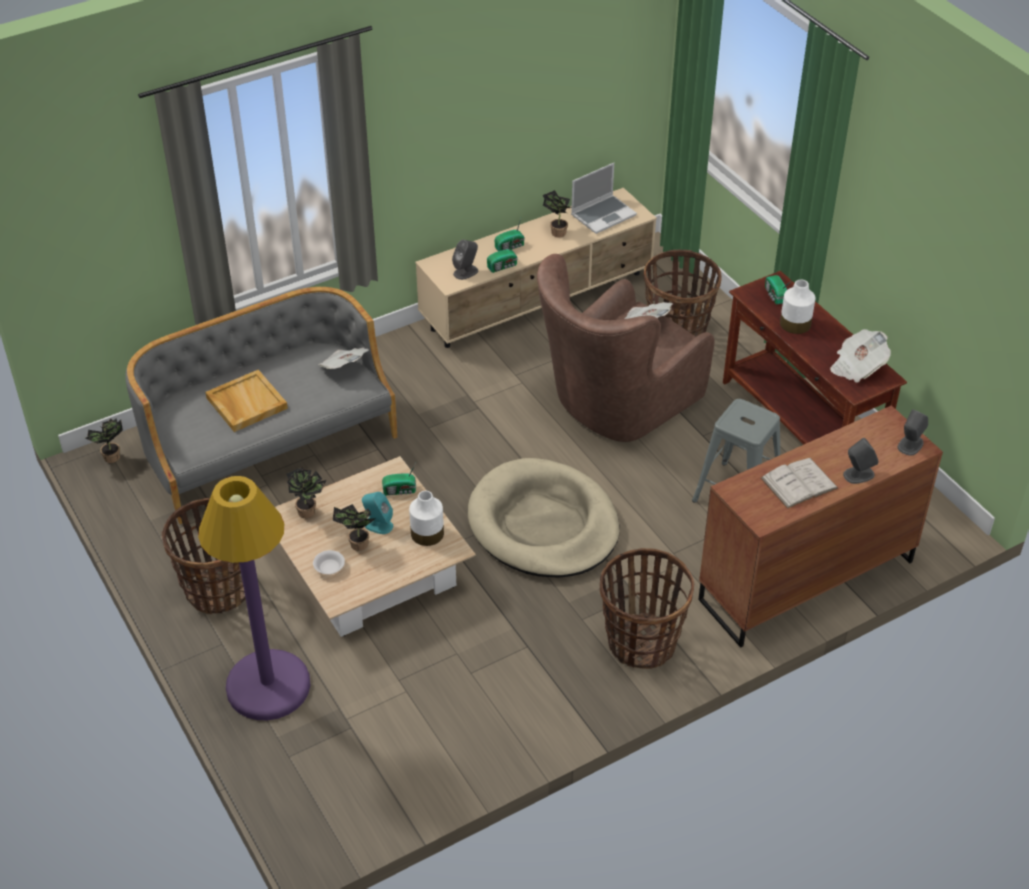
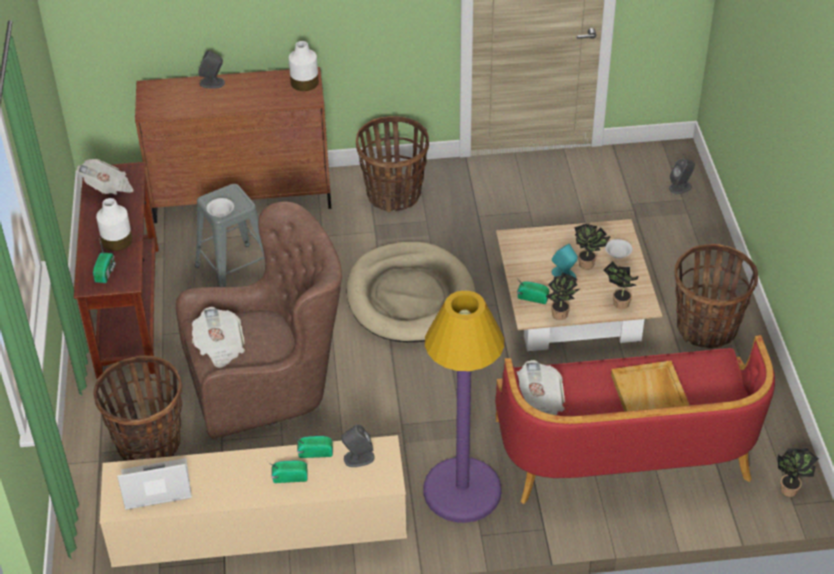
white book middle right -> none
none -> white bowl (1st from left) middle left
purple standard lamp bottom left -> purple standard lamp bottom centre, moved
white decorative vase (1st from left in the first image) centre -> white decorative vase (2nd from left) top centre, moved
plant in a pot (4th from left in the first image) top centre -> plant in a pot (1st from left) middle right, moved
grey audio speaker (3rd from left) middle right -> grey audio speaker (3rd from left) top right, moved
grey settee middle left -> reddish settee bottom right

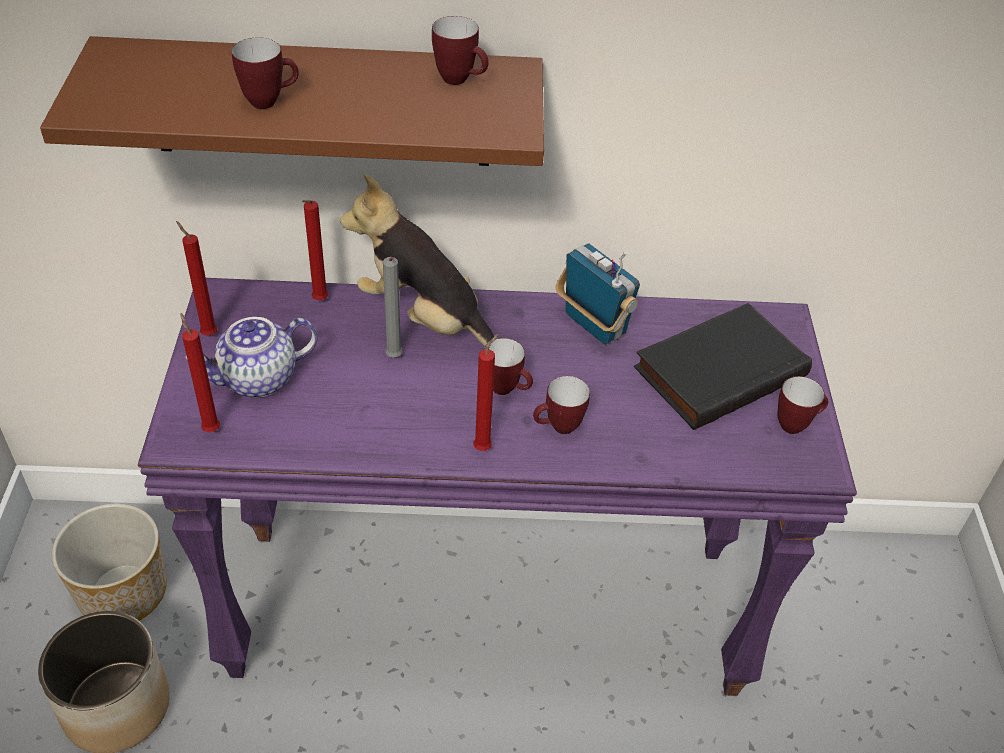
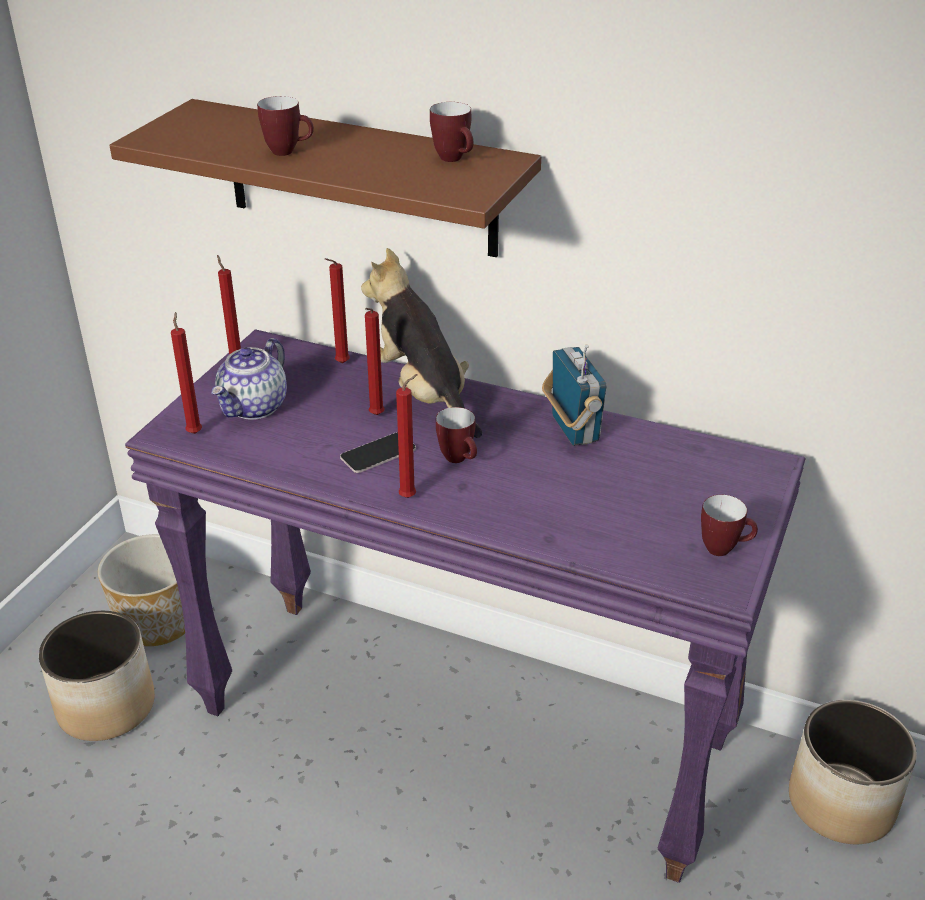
mug (4th from left) centre -> none
blackish book middle right -> none
none -> handset centre
none -> plant pot (3rd from left) bottom right
grey wax light centre -> reddish wax light (4th from left) centre
tea pot middle left, 60 degrees counterclockwise

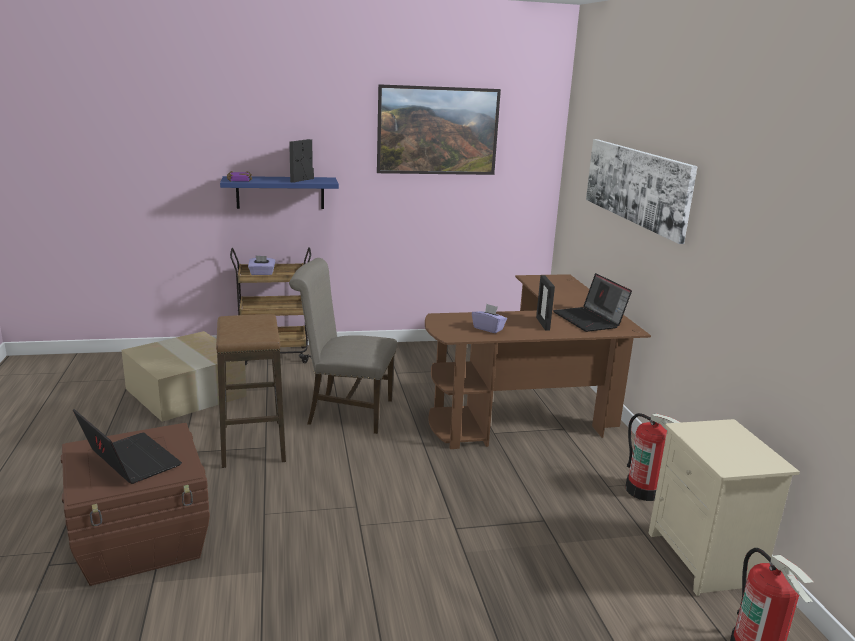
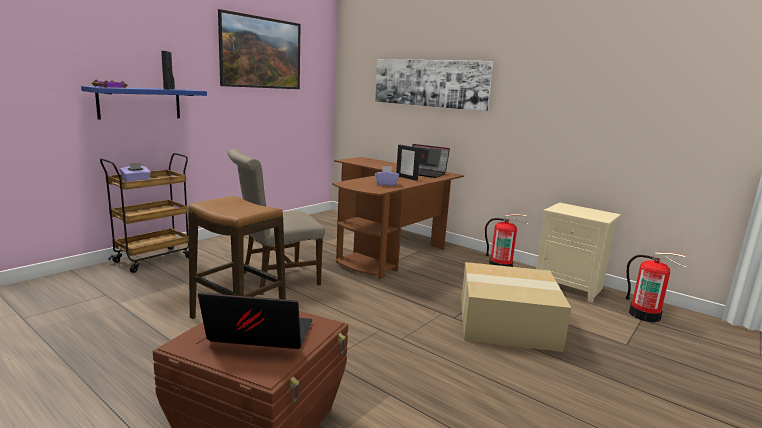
carton middle left -> carton bottom right, moved

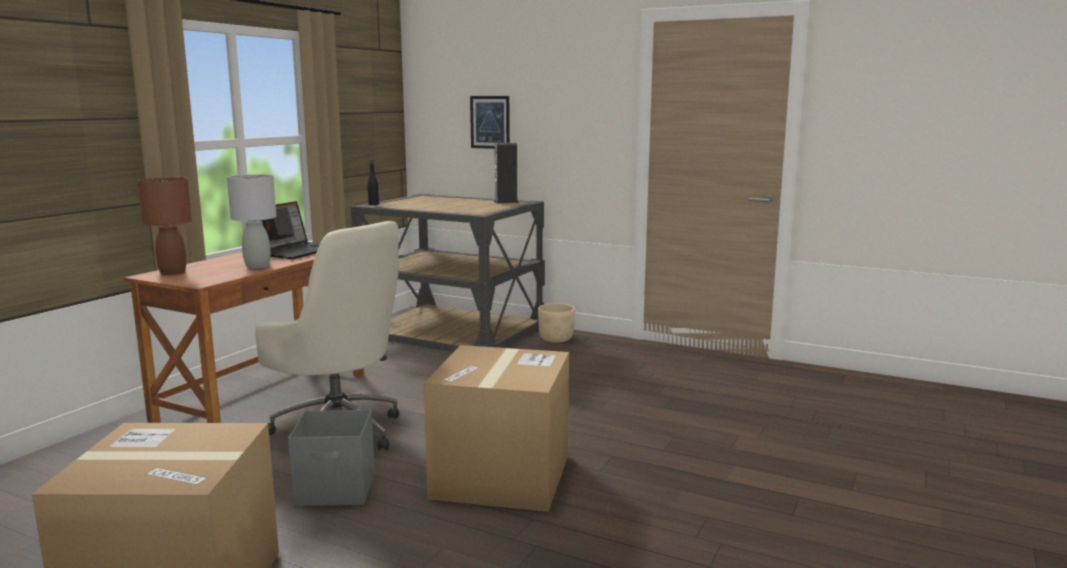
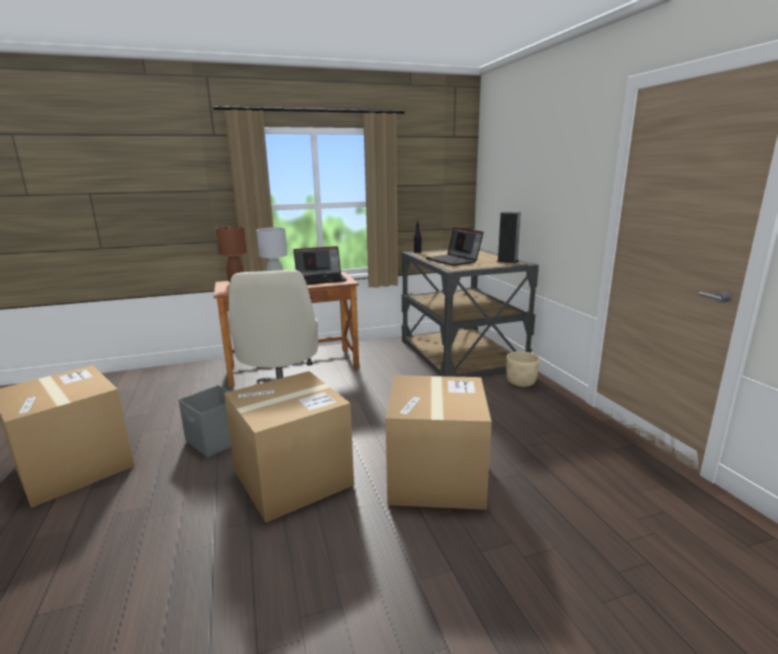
wall picture top centre -> none
none -> carton (3rd from left) bottom centre
none -> notebook computer (2nd from left) centre

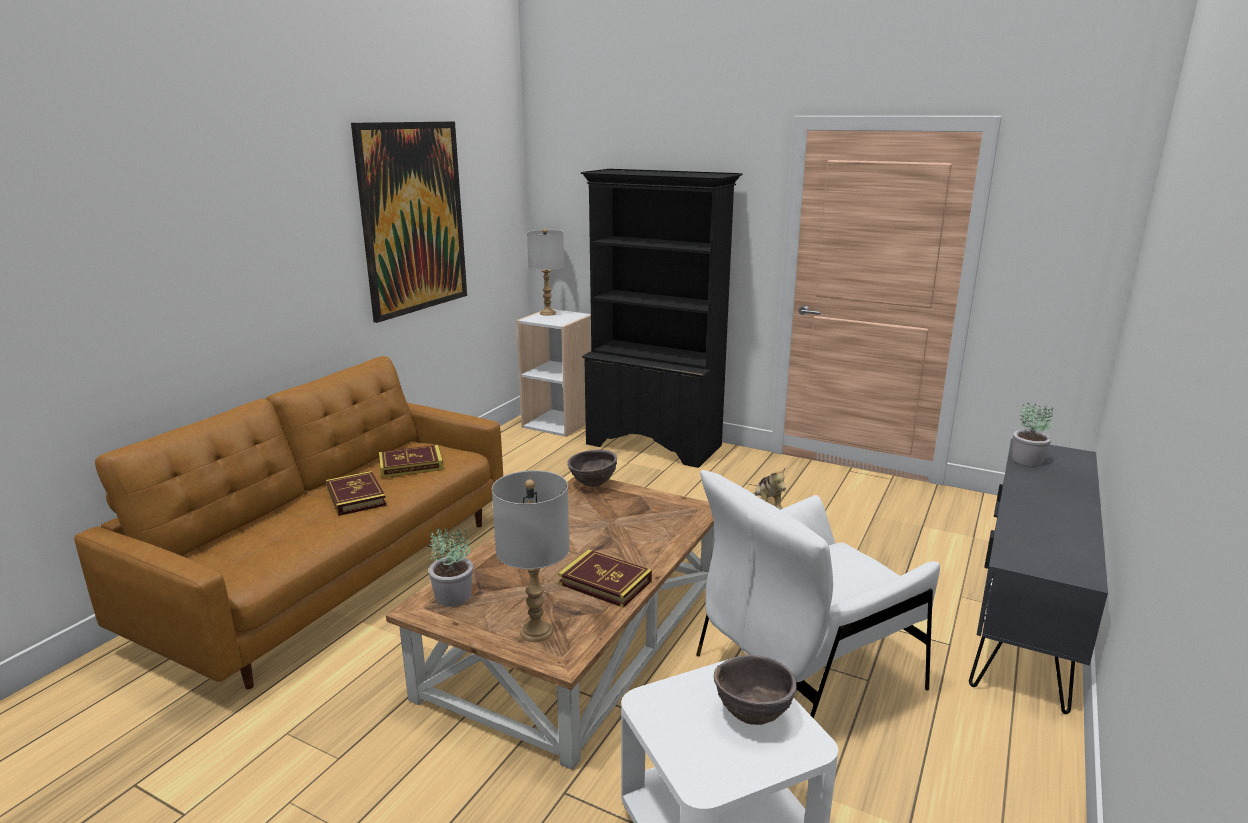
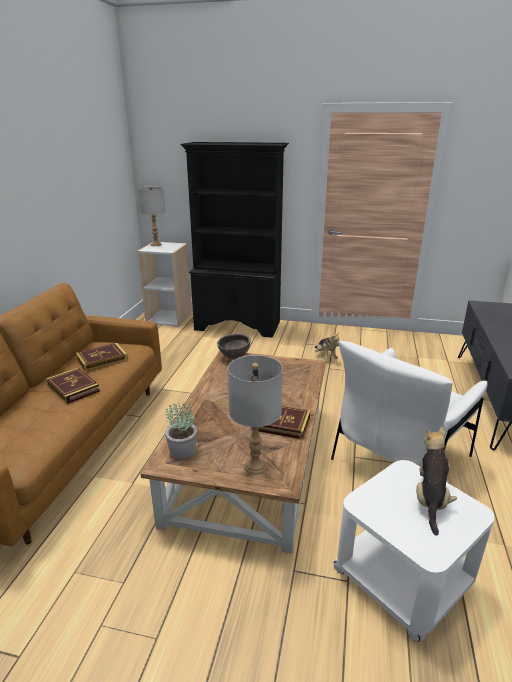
wall picture top left -> none
plant in a pot (2nd from left) middle right -> none
brown bowl (2nd from left) bottom centre -> soft toy (2nd from left) bottom right

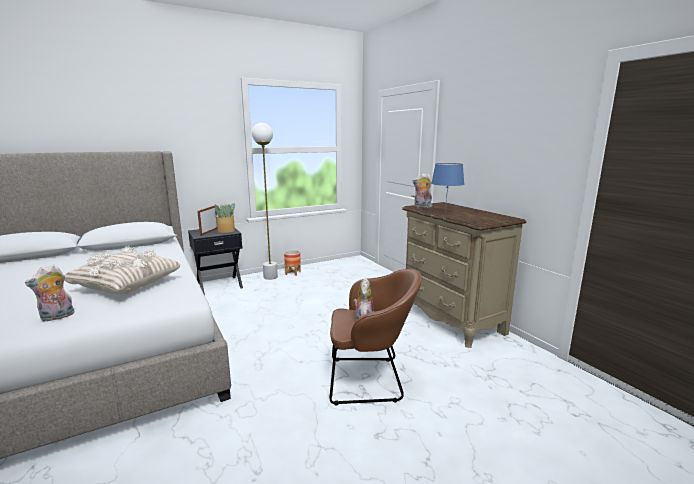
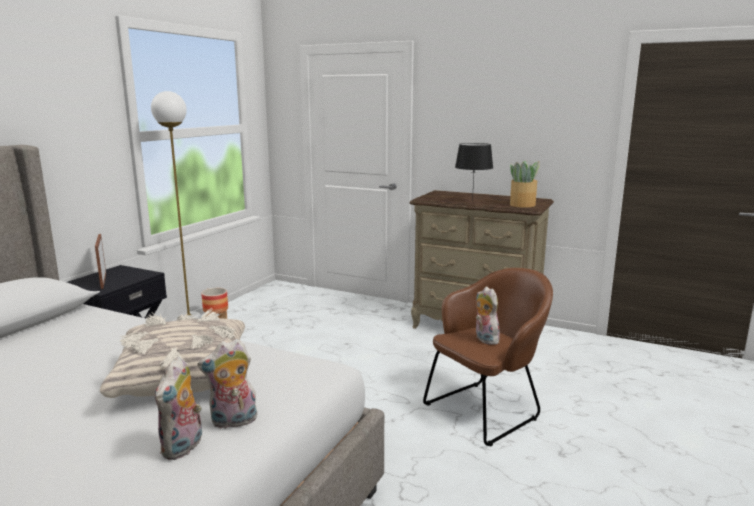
plant in a pot middle left -> plant in a pot middle right, moved
soft toy (3rd from left in the first image) centre -> soft toy (2nd from left) bottom left, moved
blue tabletop lamp centre -> blackish tabletop lamp centre

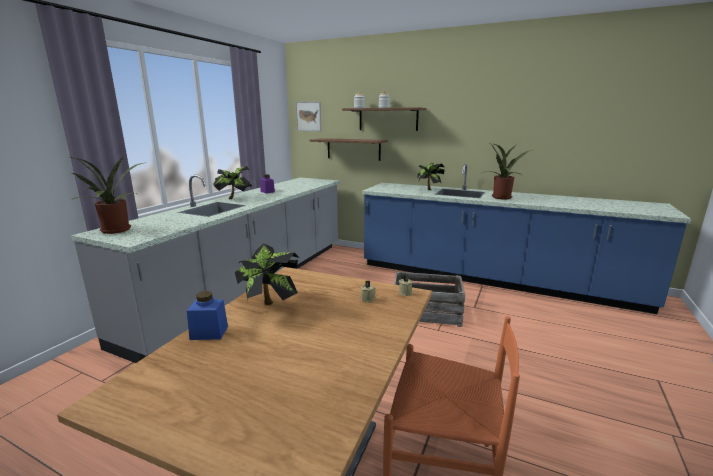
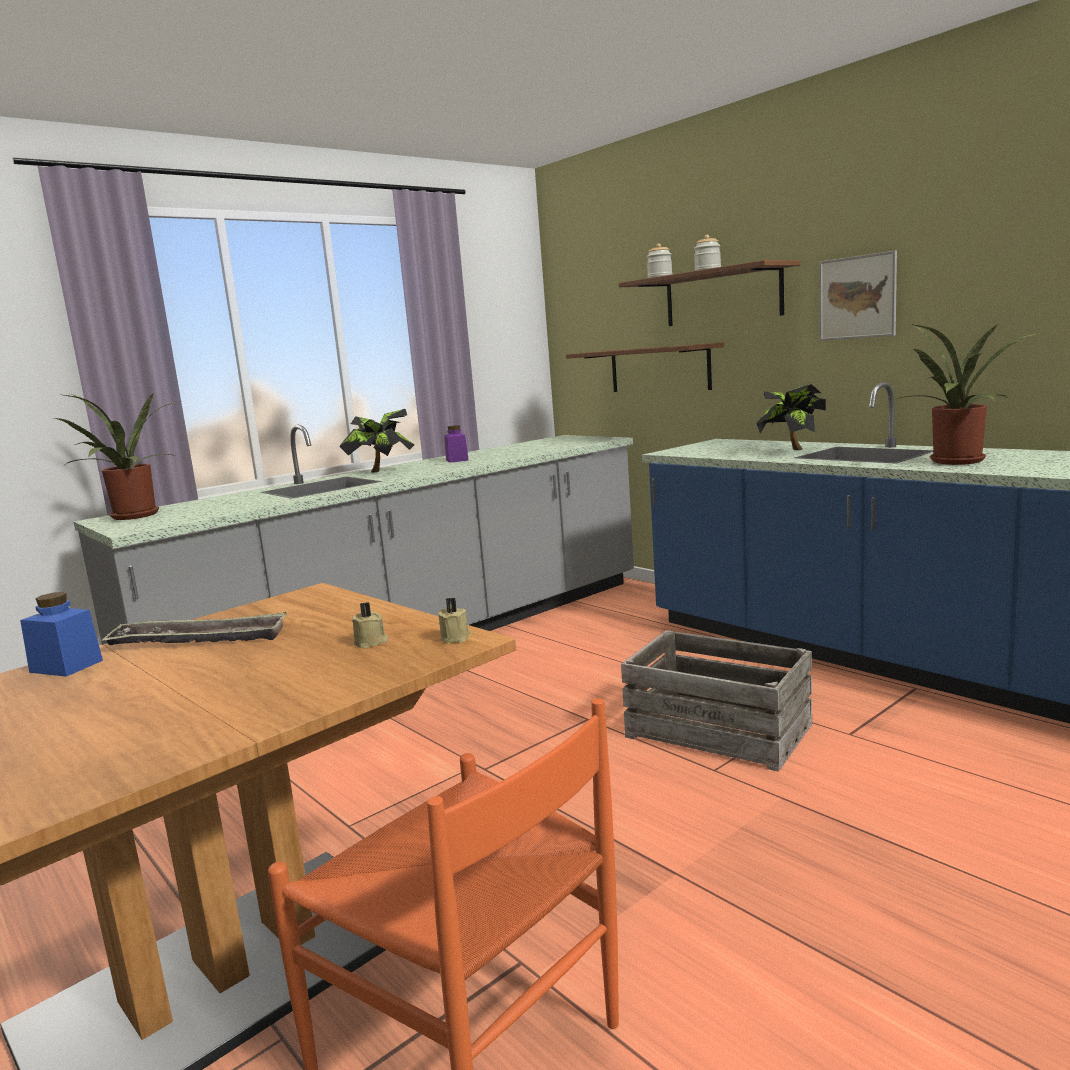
wall picture top centre -> wall picture top right, moved
plant in a pot (3rd from left) centre -> tray middle left

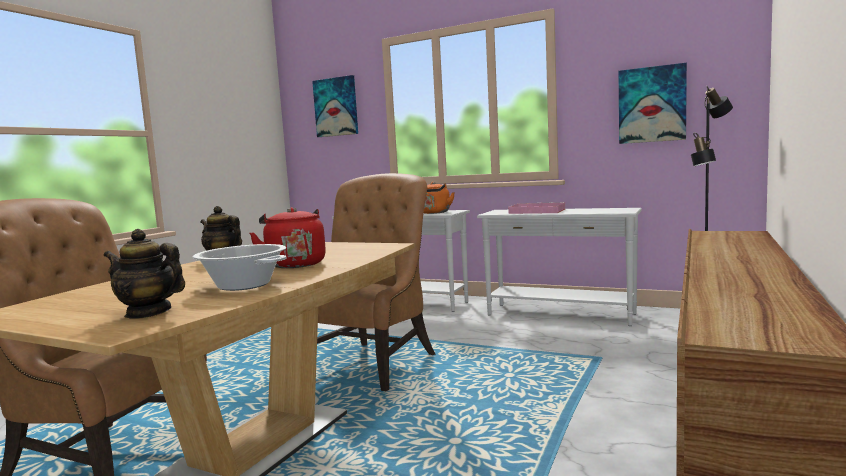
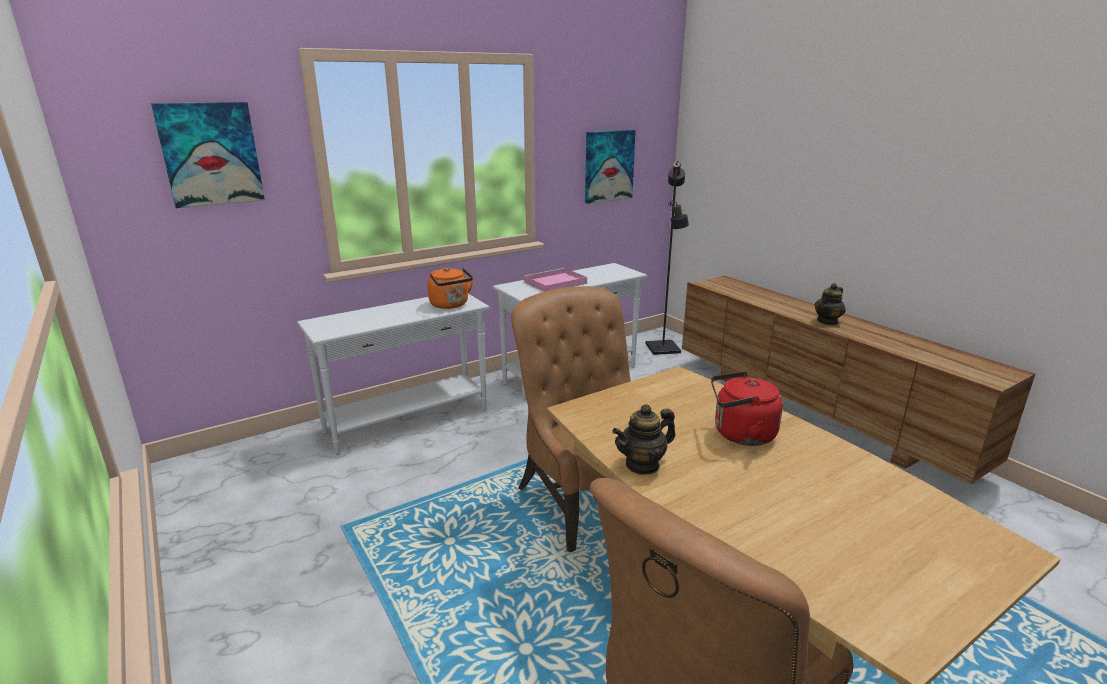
cooking pot middle left -> none
tea pot (1st from left in the first image) middle left -> tea pot (2nd from left) middle right, moved

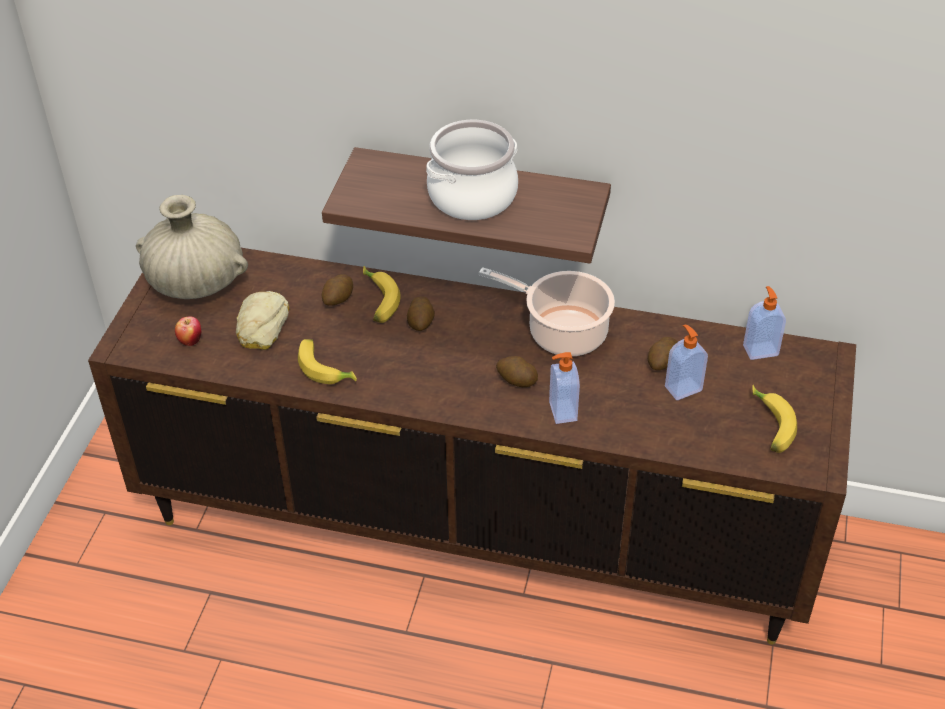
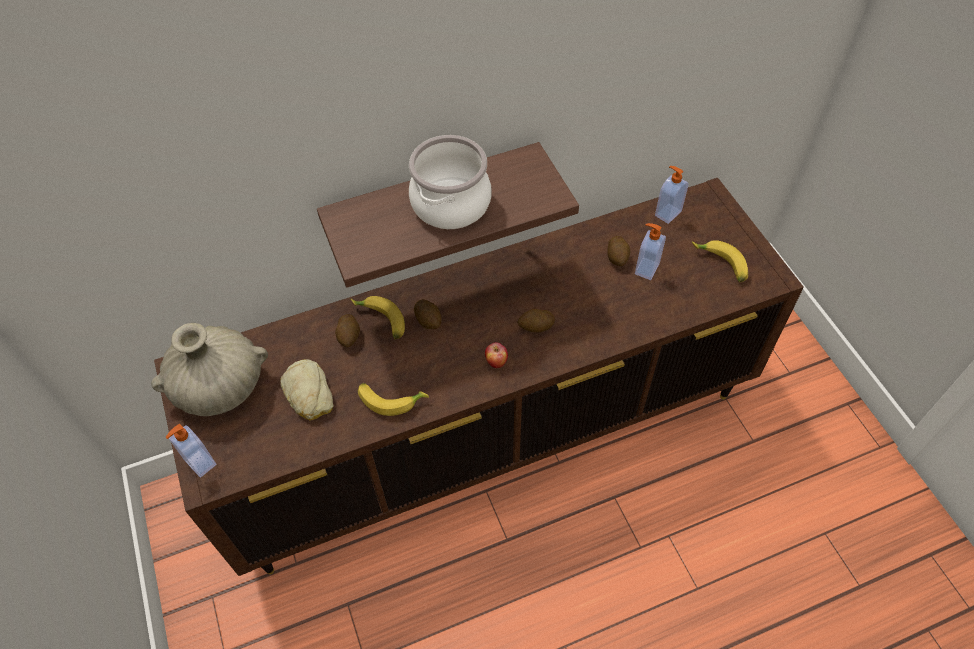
cooking pot (2nd from left) centre -> none
apple middle left -> apple centre, moved
liquid soap bottle (1st from left) centre -> liquid soap bottle (1st from left) bottom left, moved

